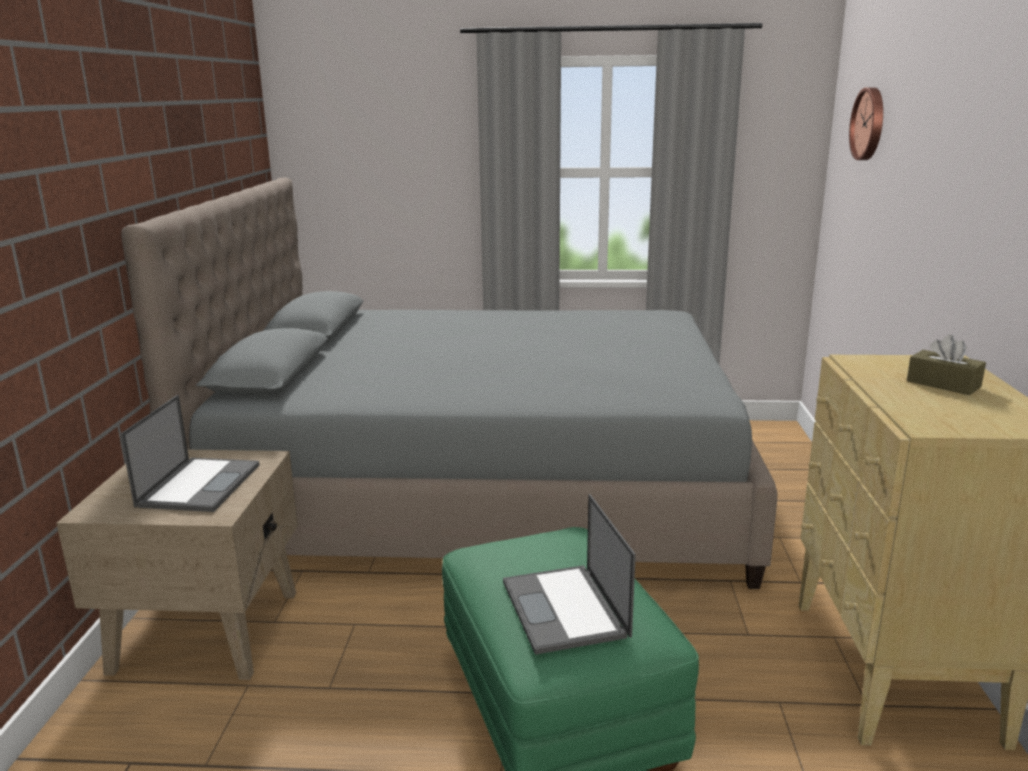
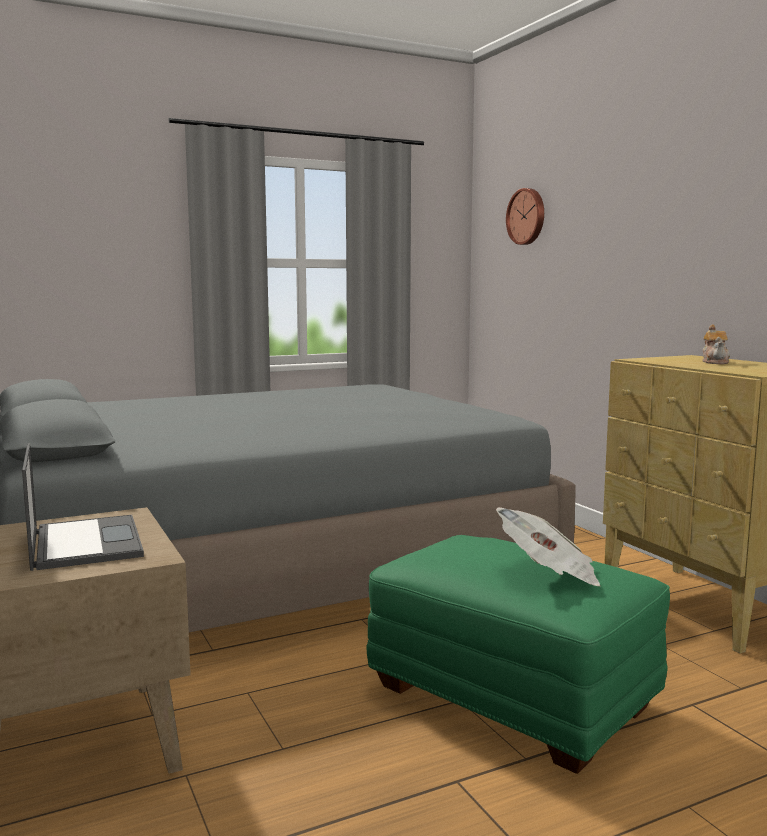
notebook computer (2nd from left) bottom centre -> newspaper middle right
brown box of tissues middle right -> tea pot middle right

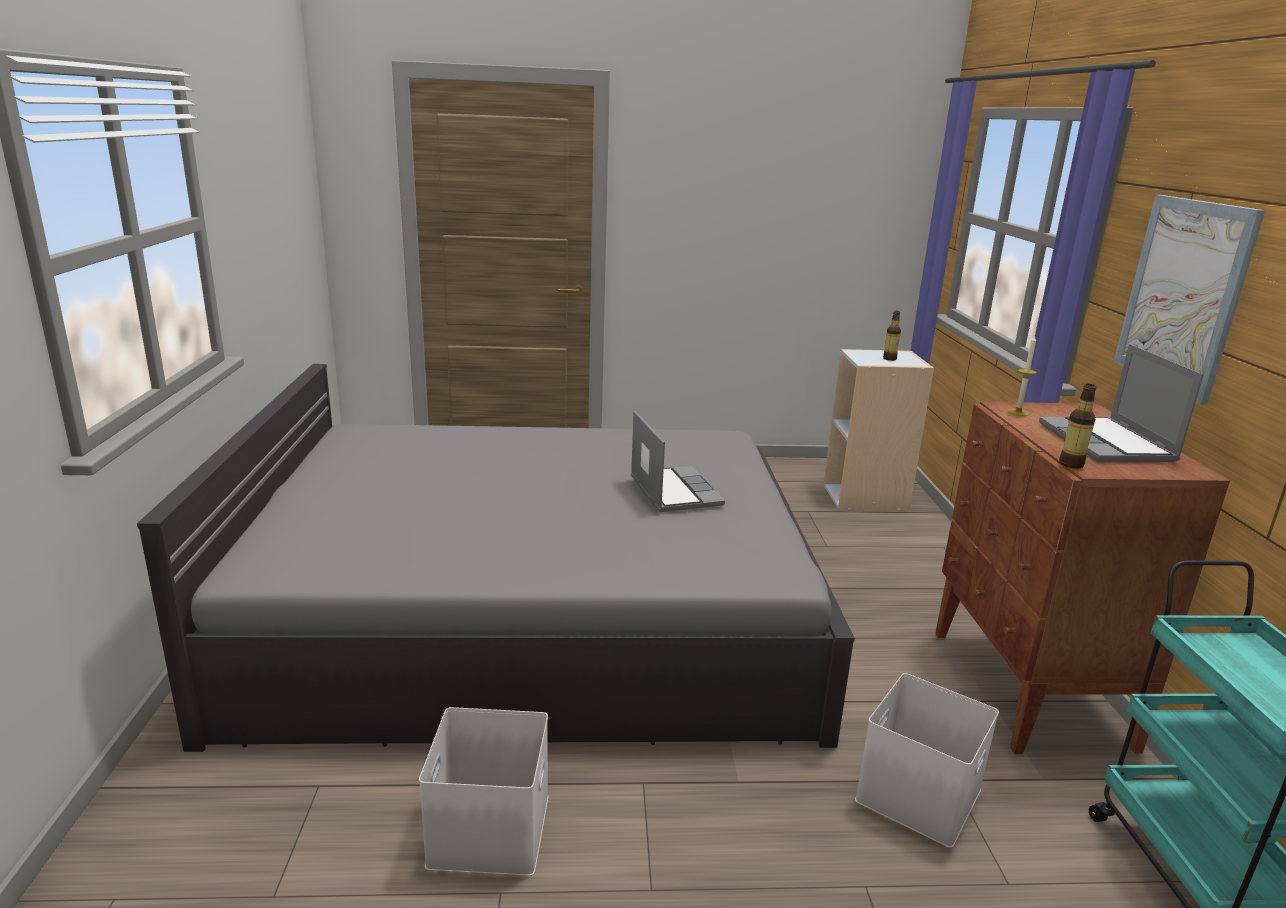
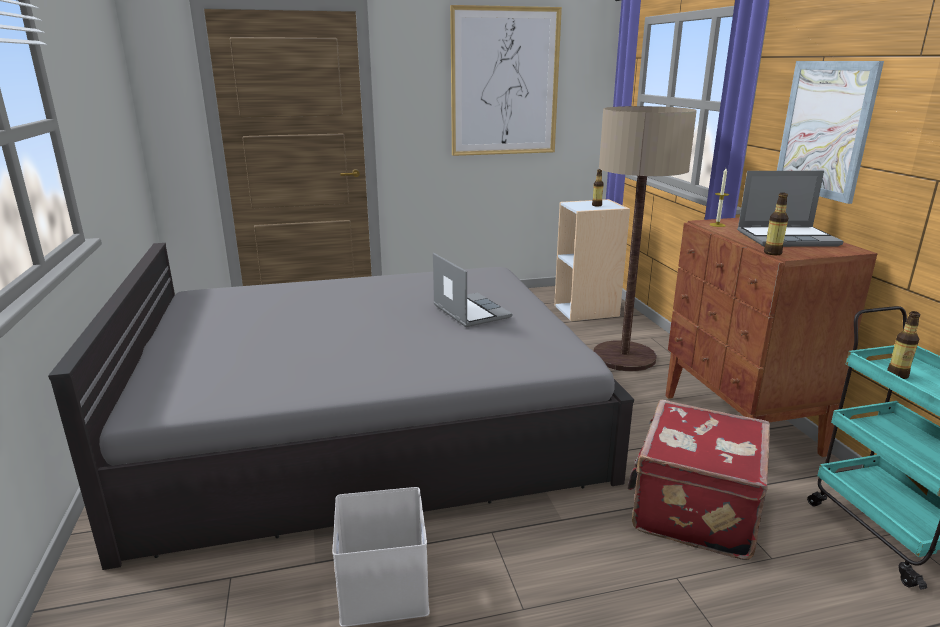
none -> wall picture (1st from left) top centre
none -> standard lamp middle right
none -> bottle (3rd from left) middle right
white storage box (2nd from left) bottom right -> reddish travel case bottom right
notebook computer (2nd from left) middle right, 75 degrees counterclockwise

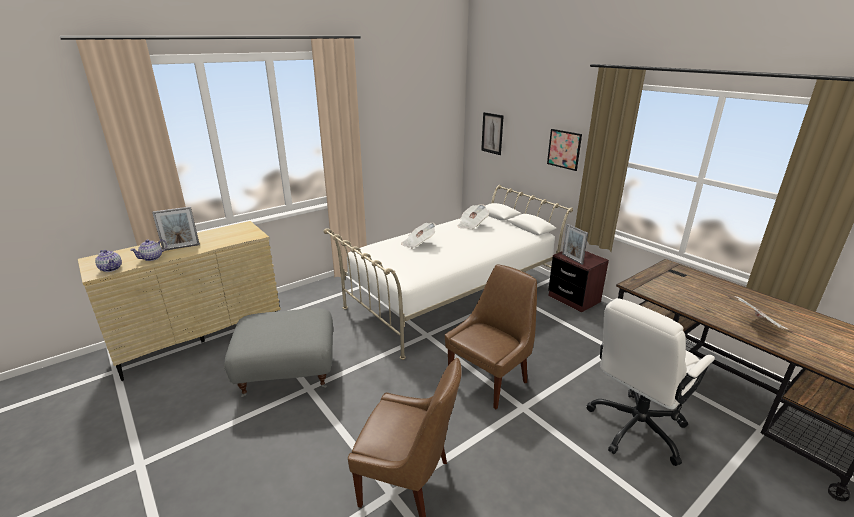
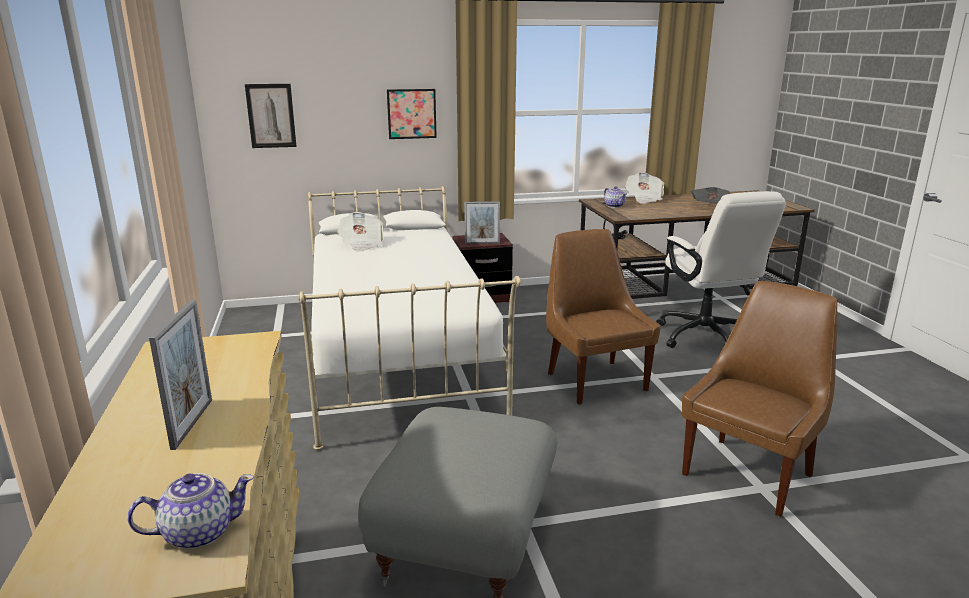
tea pot (2nd from left) middle left -> tea pot (2nd from left) top centre, moved
newspaper (1st from left in the first image) centre -> newspaper (2nd from left) top centre, moved

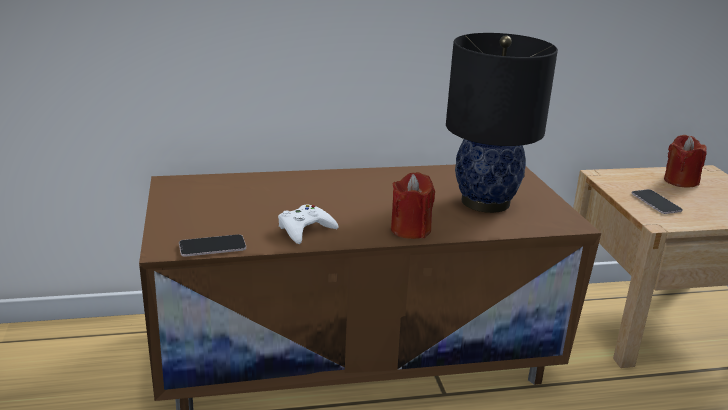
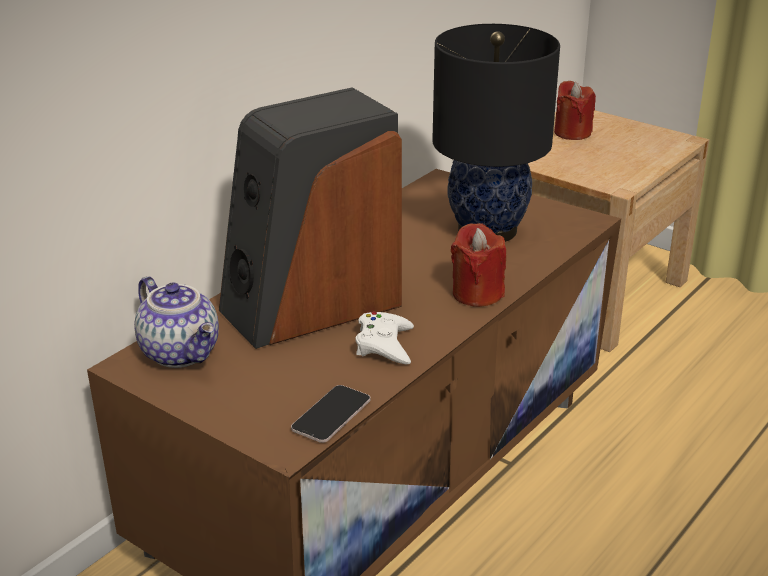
handset (2nd from left) middle right -> none
none -> tea pot middle left
none -> audio speaker centre

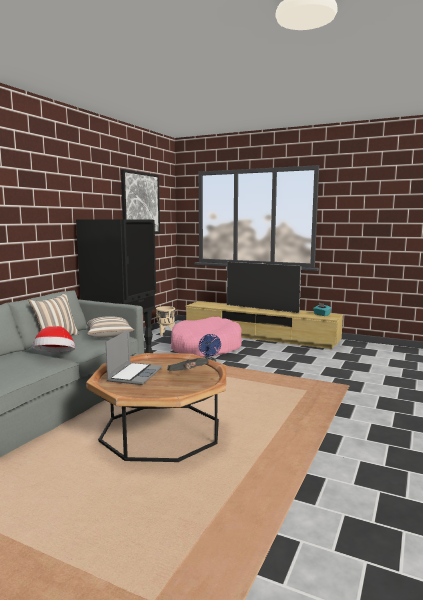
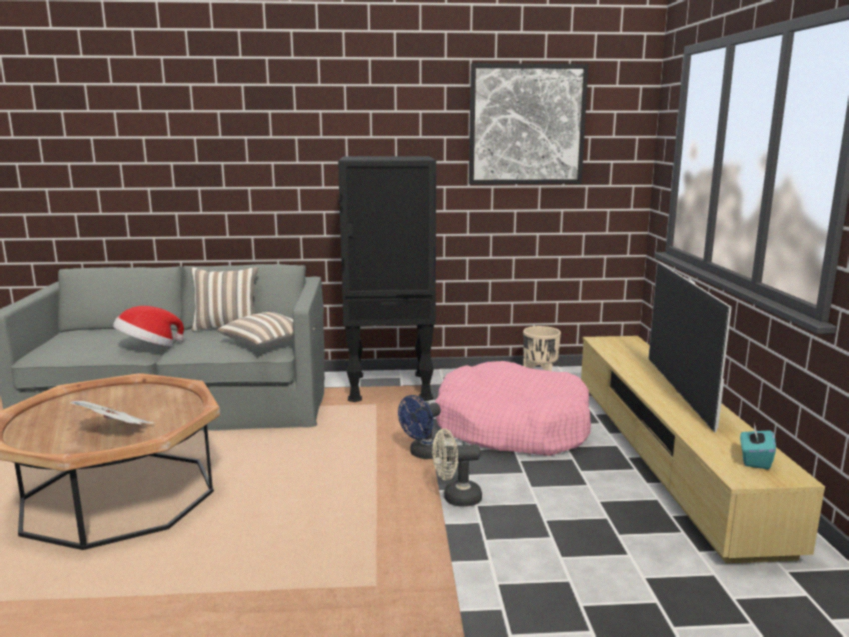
notebook computer middle left -> none
none -> beige-coloured electric fan bottom centre

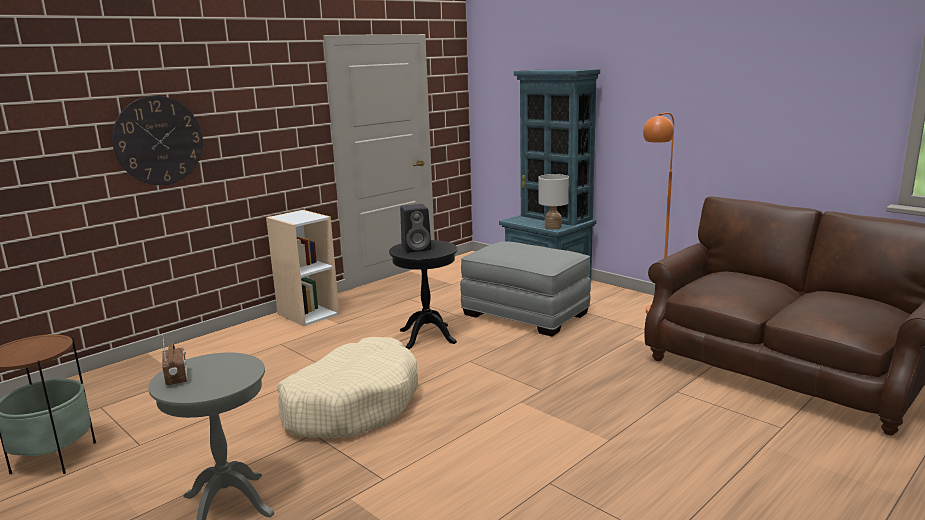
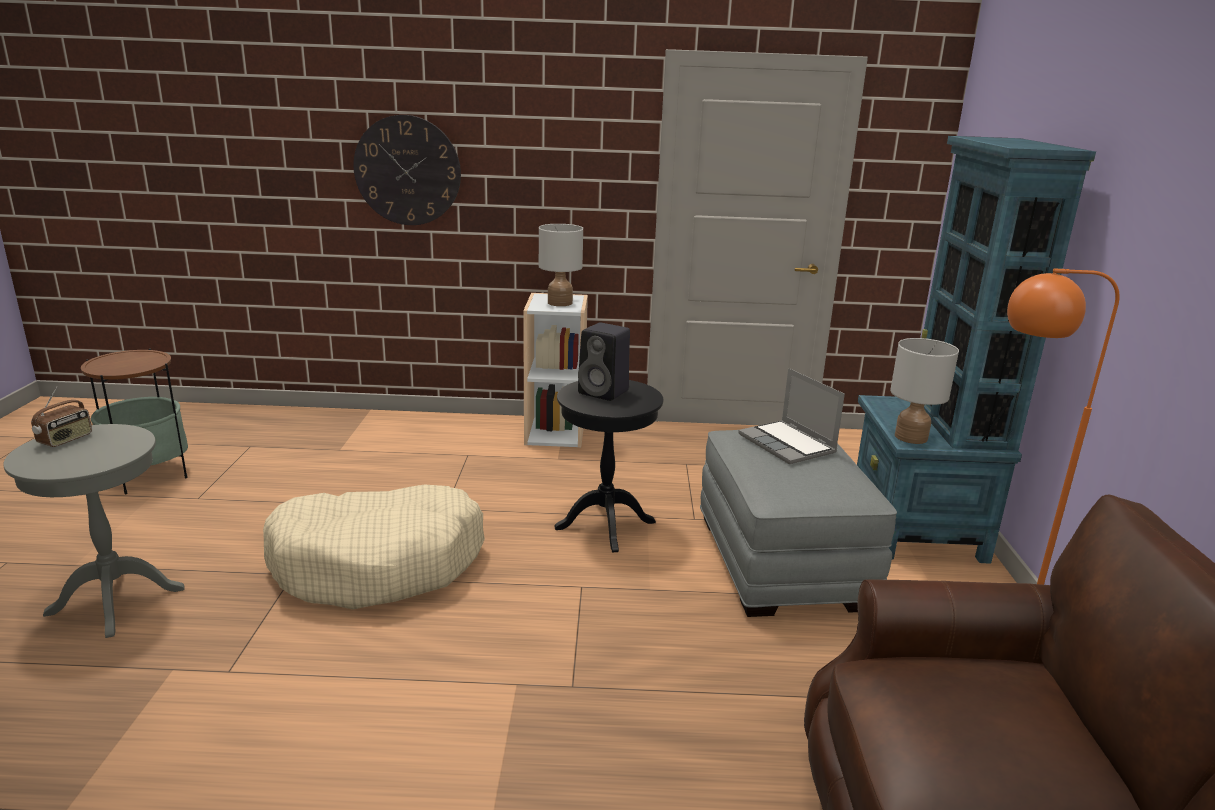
none -> grey tabletop lamp (1st from left) top centre
none -> notebook computer centre

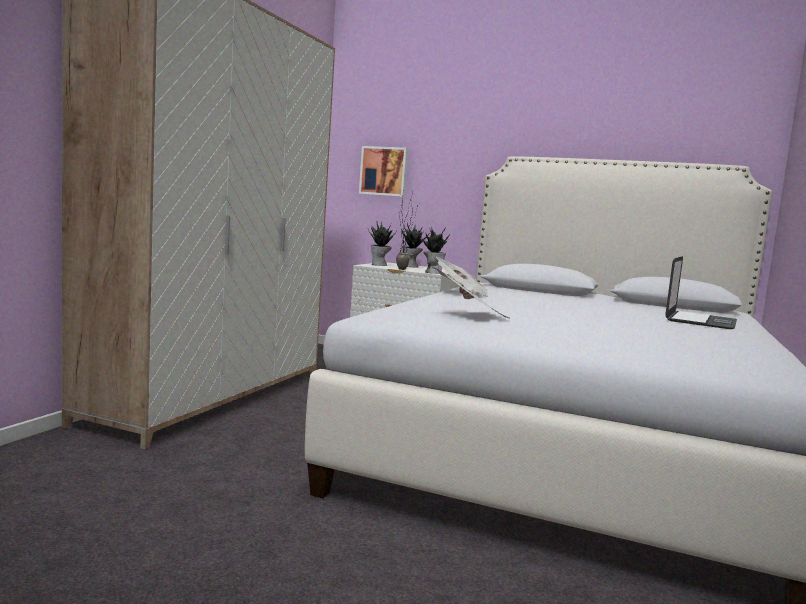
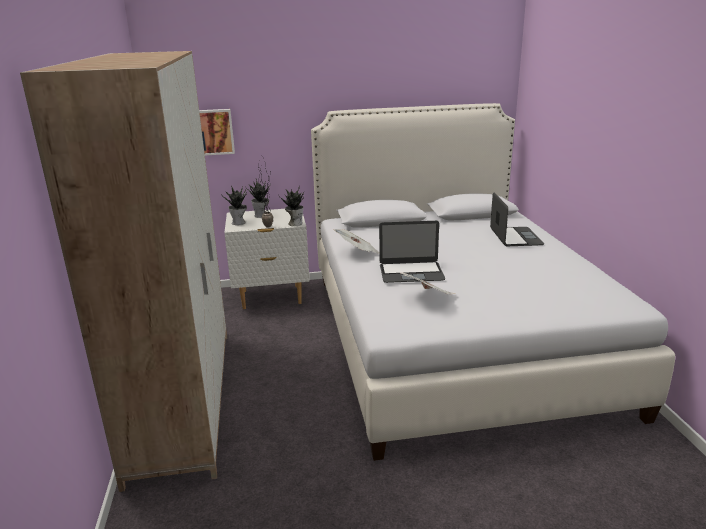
none -> notebook computer (1st from left) centre

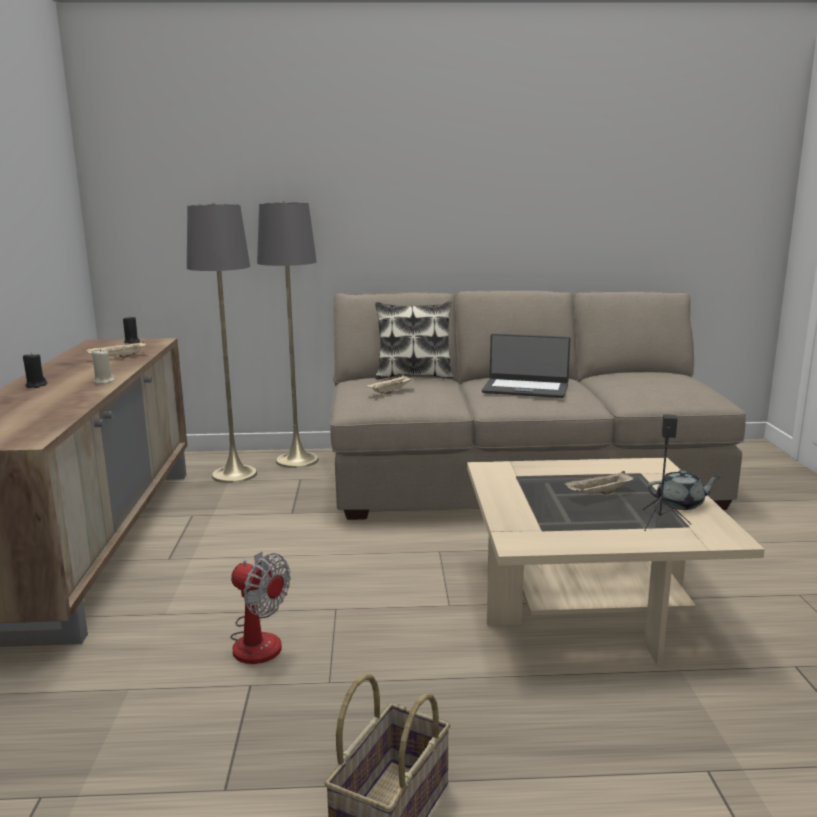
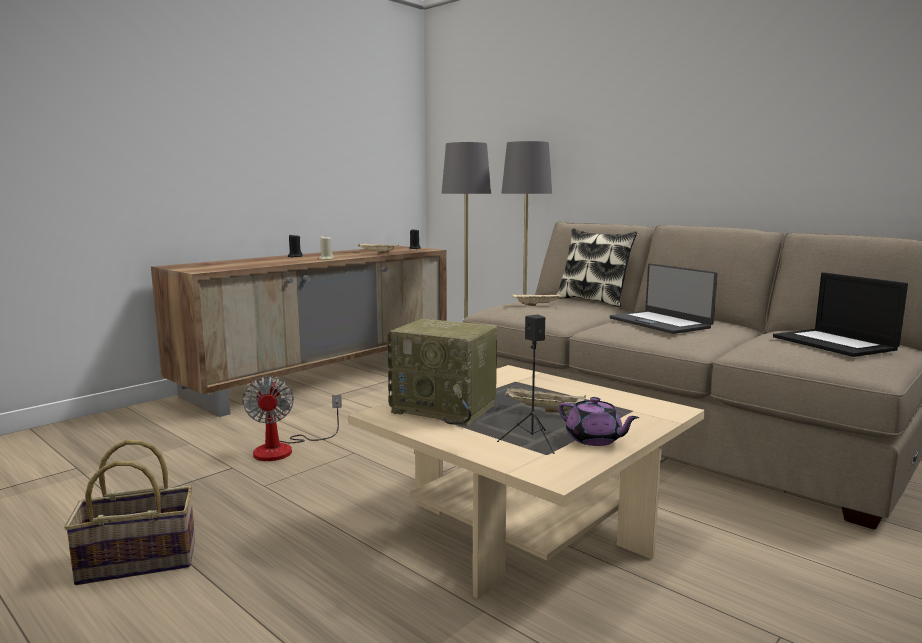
none -> radio set centre
none -> notebook computer (2nd from left) middle right
grey tea pot middle right -> purple tea pot centre

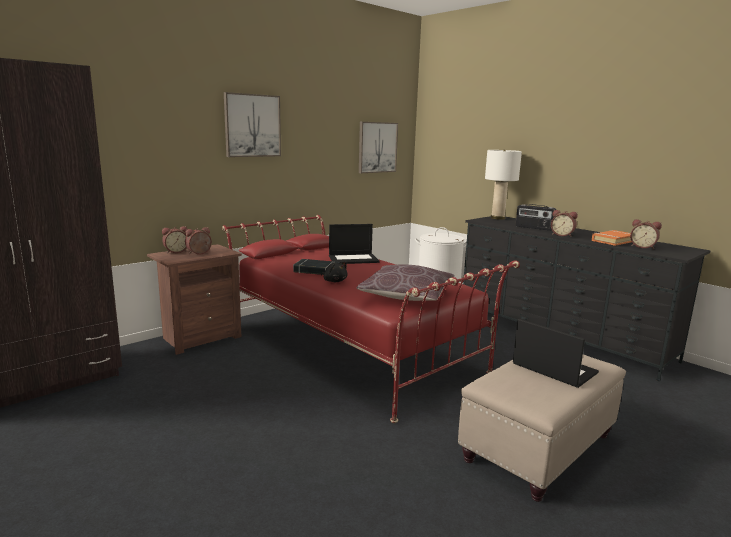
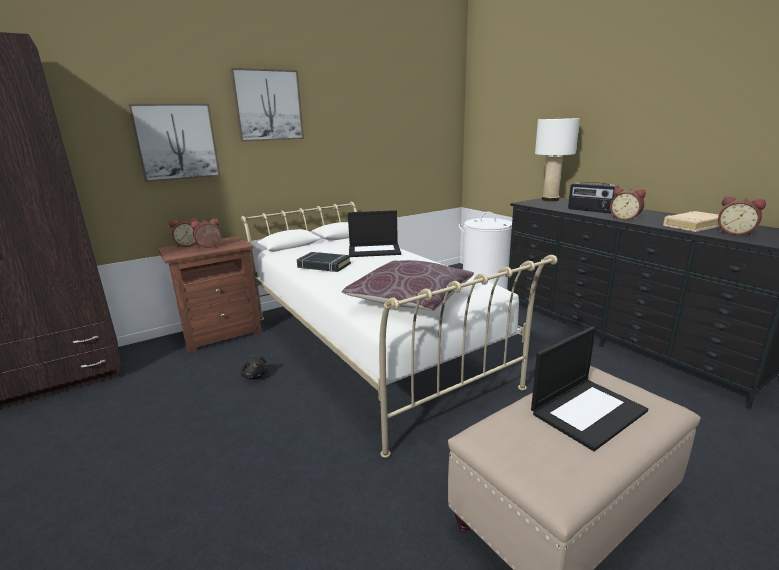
blackish soft toy centre -> blackish soft toy middle left, moved
wall picture (2nd from left in the first image) top centre -> wall picture (1st from left) top left, moved
reddish bedroom bed centre -> white bedroom bed centre
orangey book middle right -> beige-coloured book middle right
notebook computer (2nd from left) middle right -> notebook computer (2nd from left) bottom right, 90 degrees clockwise

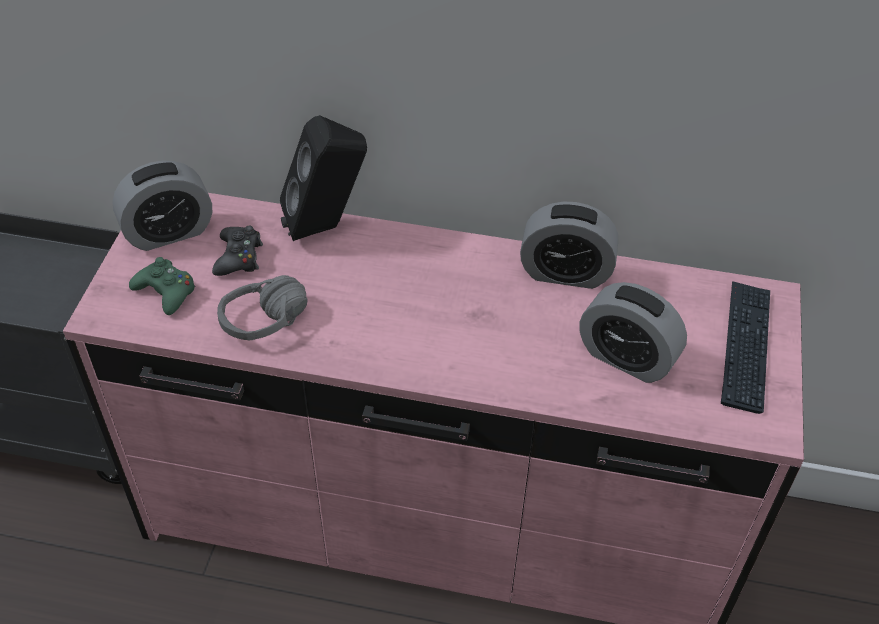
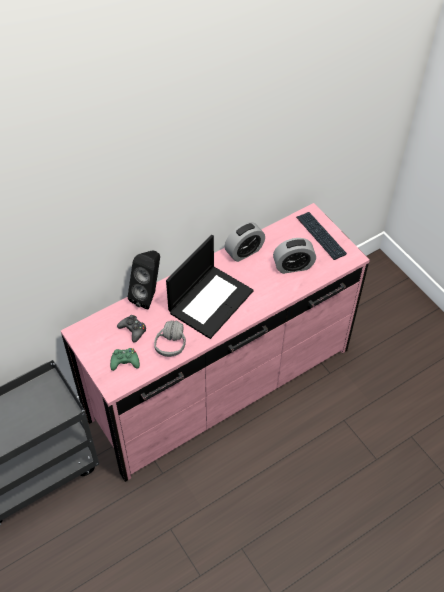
table clock (1st from left) top left -> none
none -> notebook computer centre

